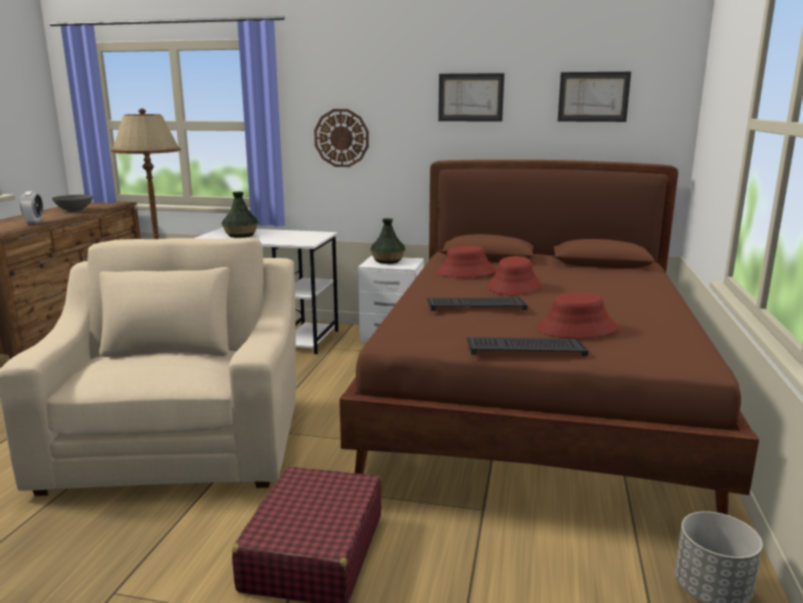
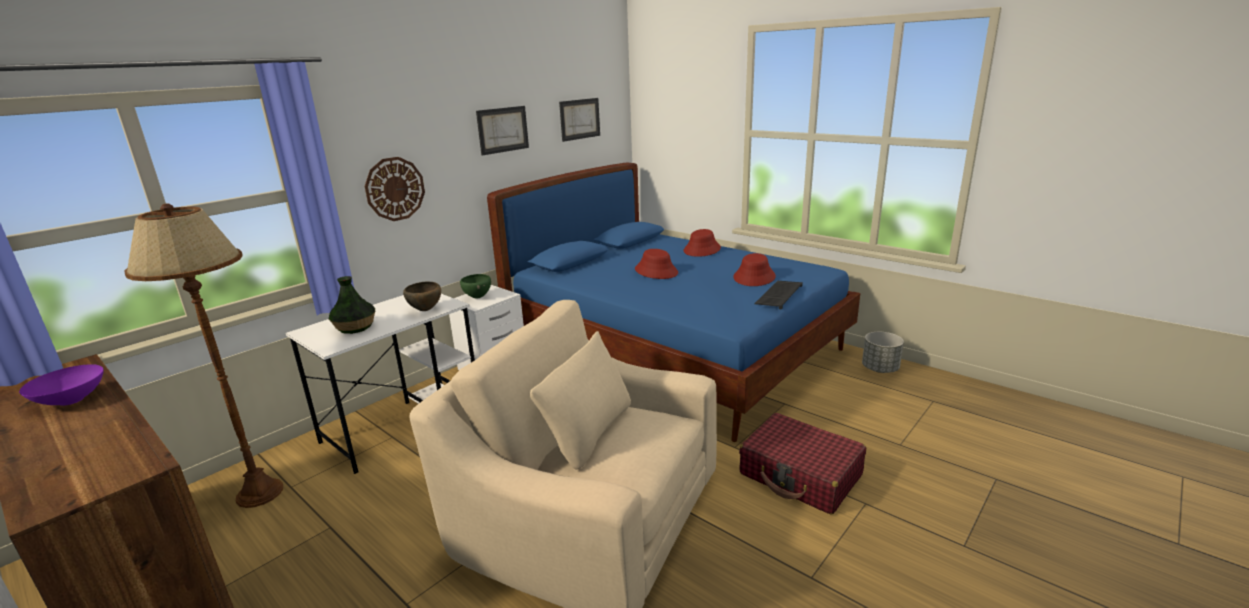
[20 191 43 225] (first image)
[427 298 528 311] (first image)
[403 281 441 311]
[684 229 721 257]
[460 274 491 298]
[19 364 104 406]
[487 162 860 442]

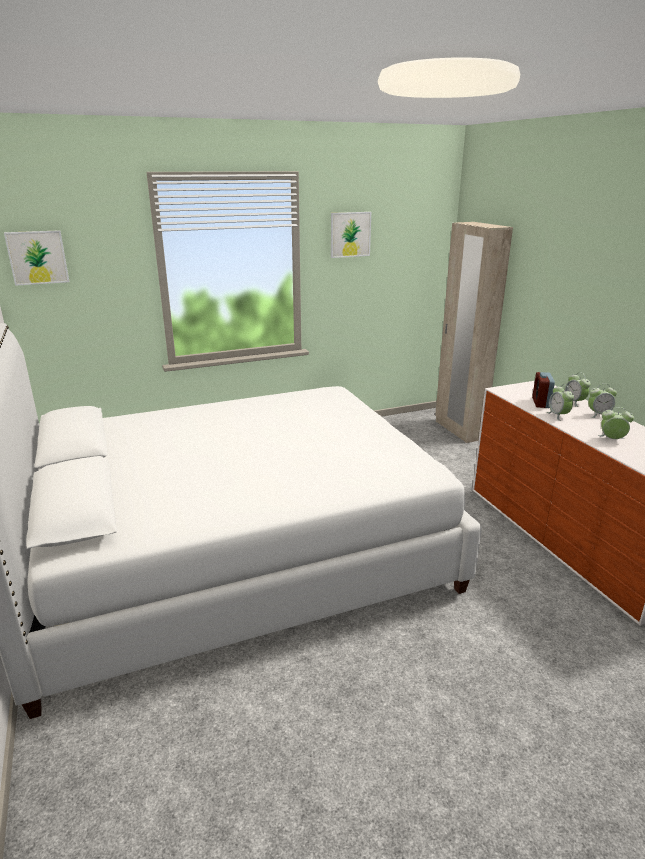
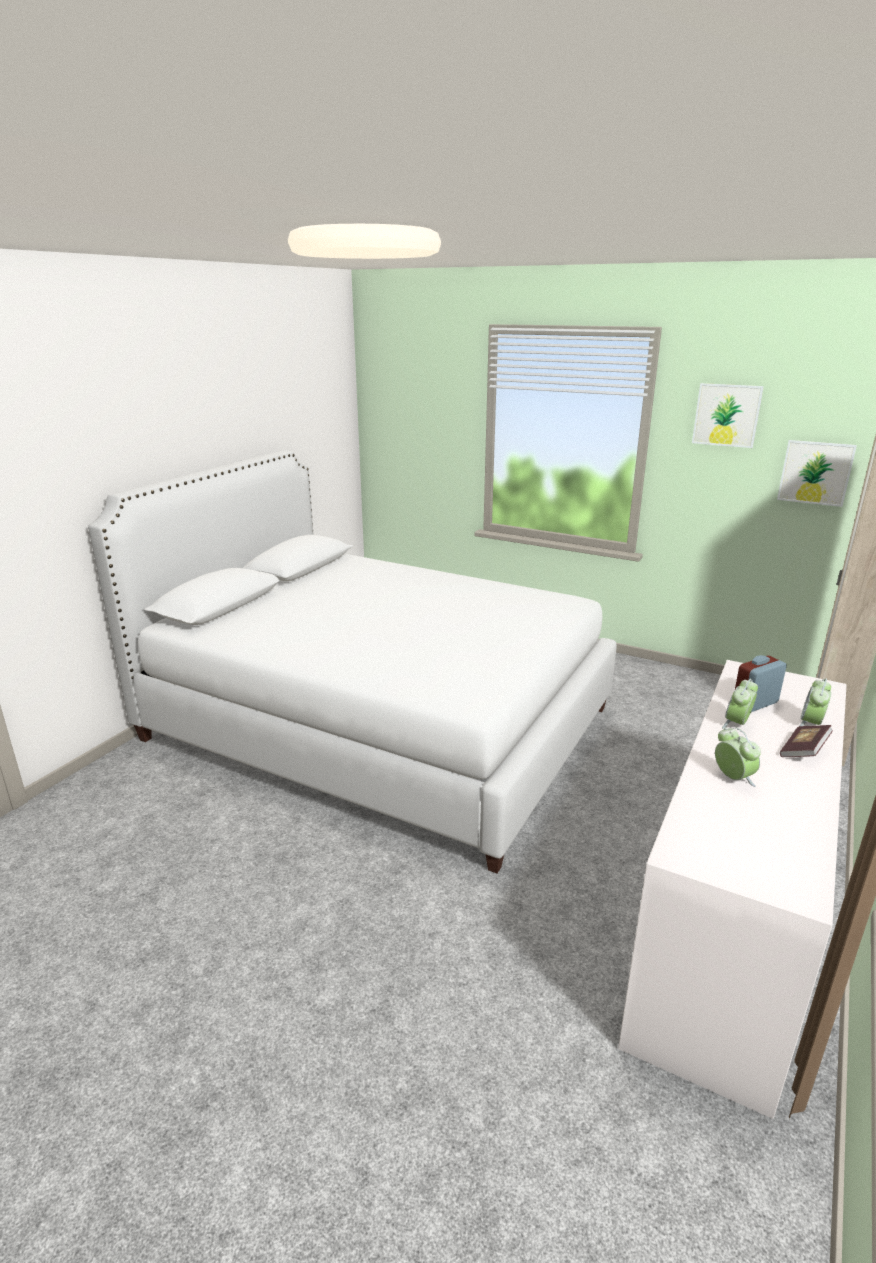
[777 440 857 507]
[780 725 833 757]

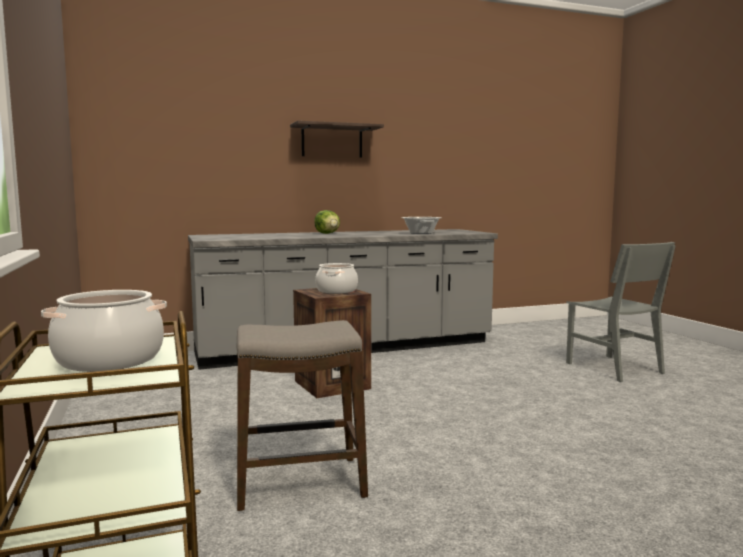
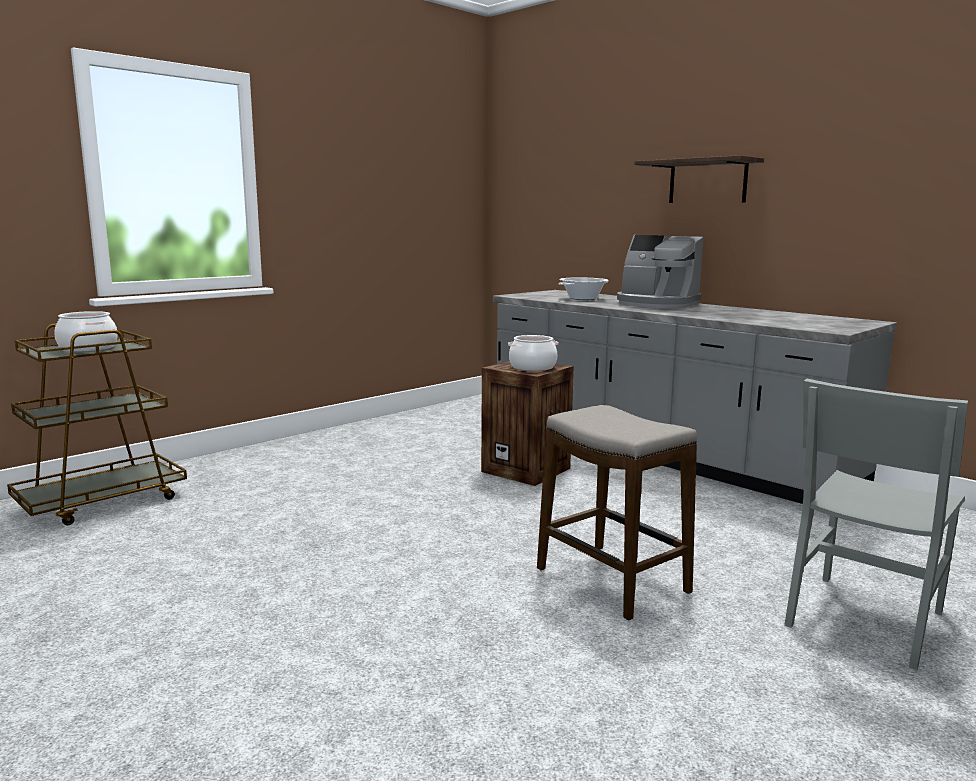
[537 405 697 620]
[558 277 609 300]
[617 235 703 308]

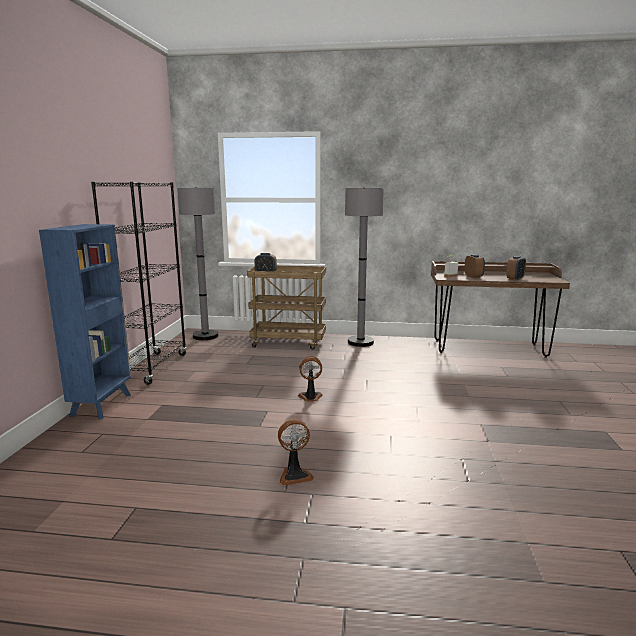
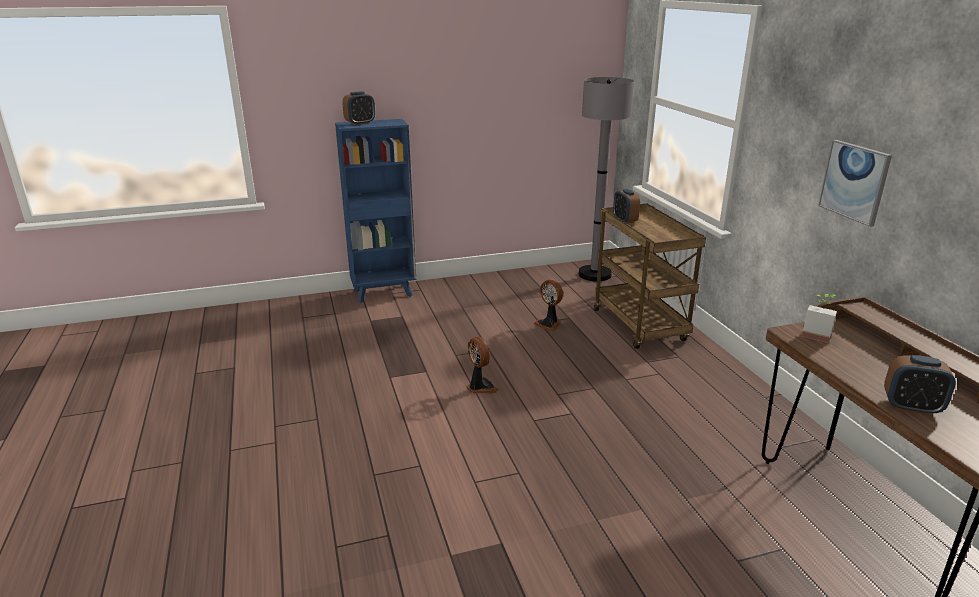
[91 182 187 385] (first image)
[345 187 384 347] (first image)
[818 140 892 227]
[533 280 563 332]
[342 91 375 125]

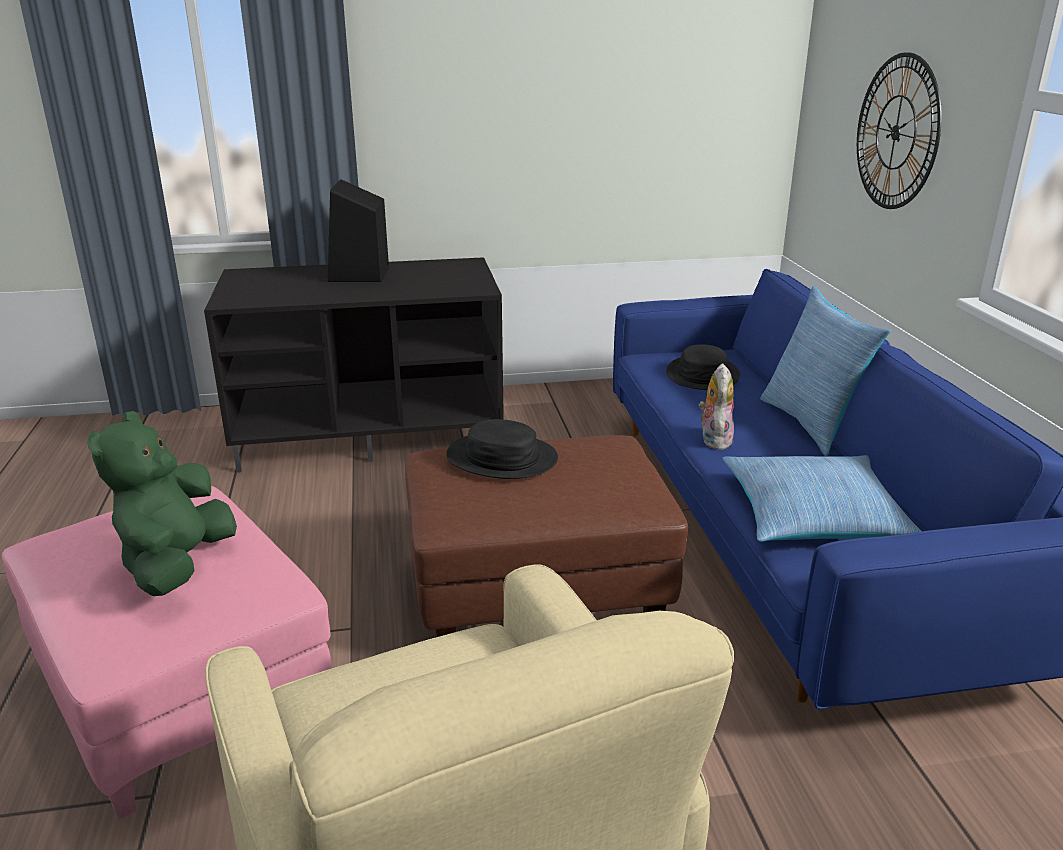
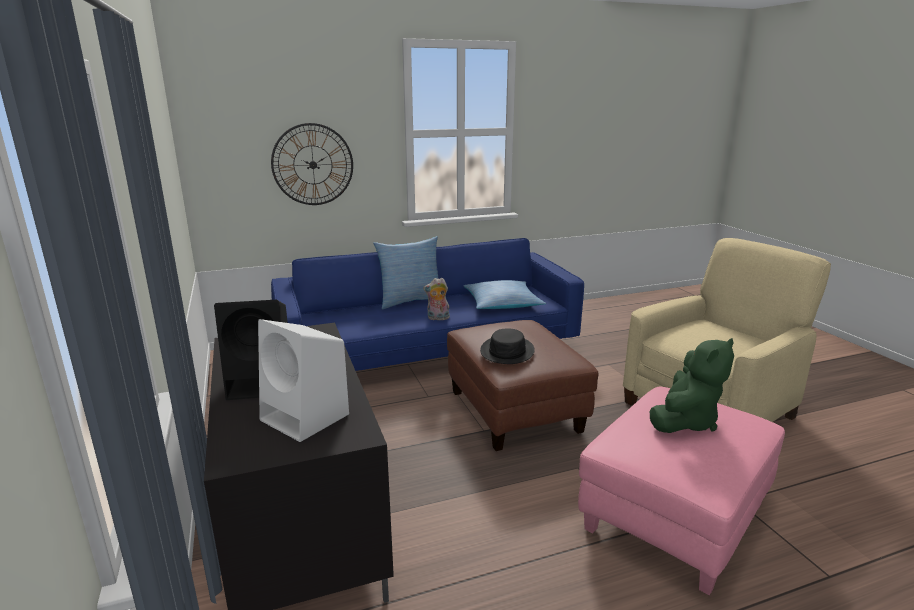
[666 344 740 390] (first image)
[258 319 349 442]
[650 338 734 433]

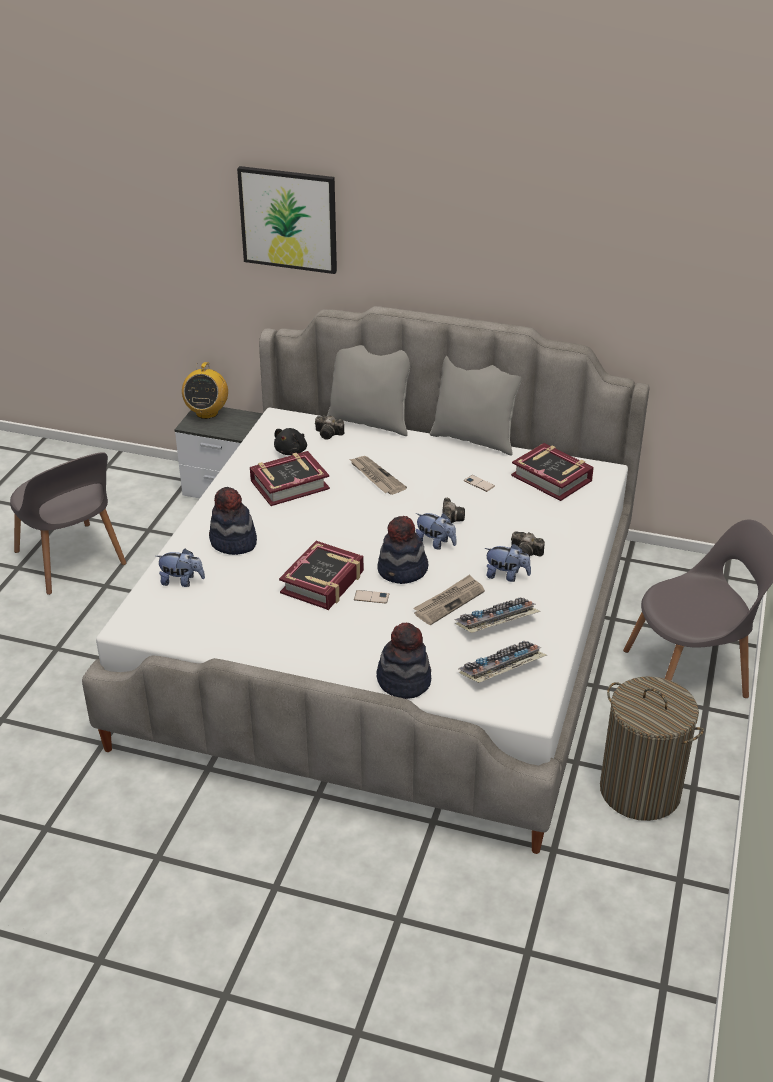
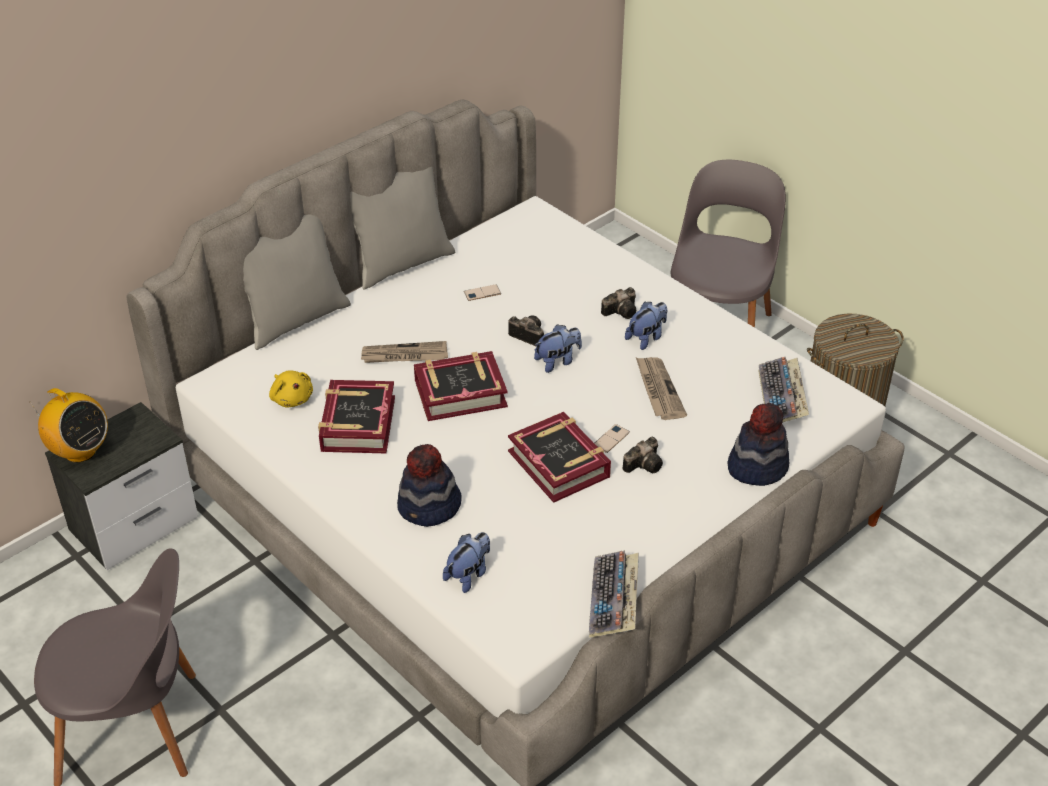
[237 166 337 274] (first image)
[377 516 428 584] (first image)
[623 437 663 473]
[589 550 639 638]
[414 351 508 421]
[269 370 313 408]

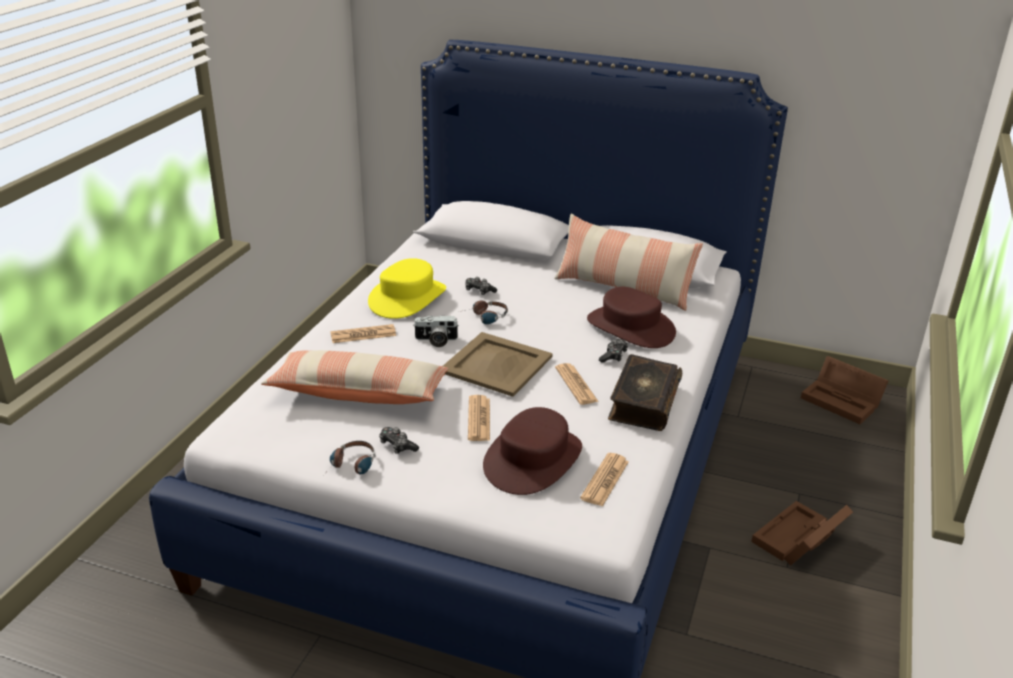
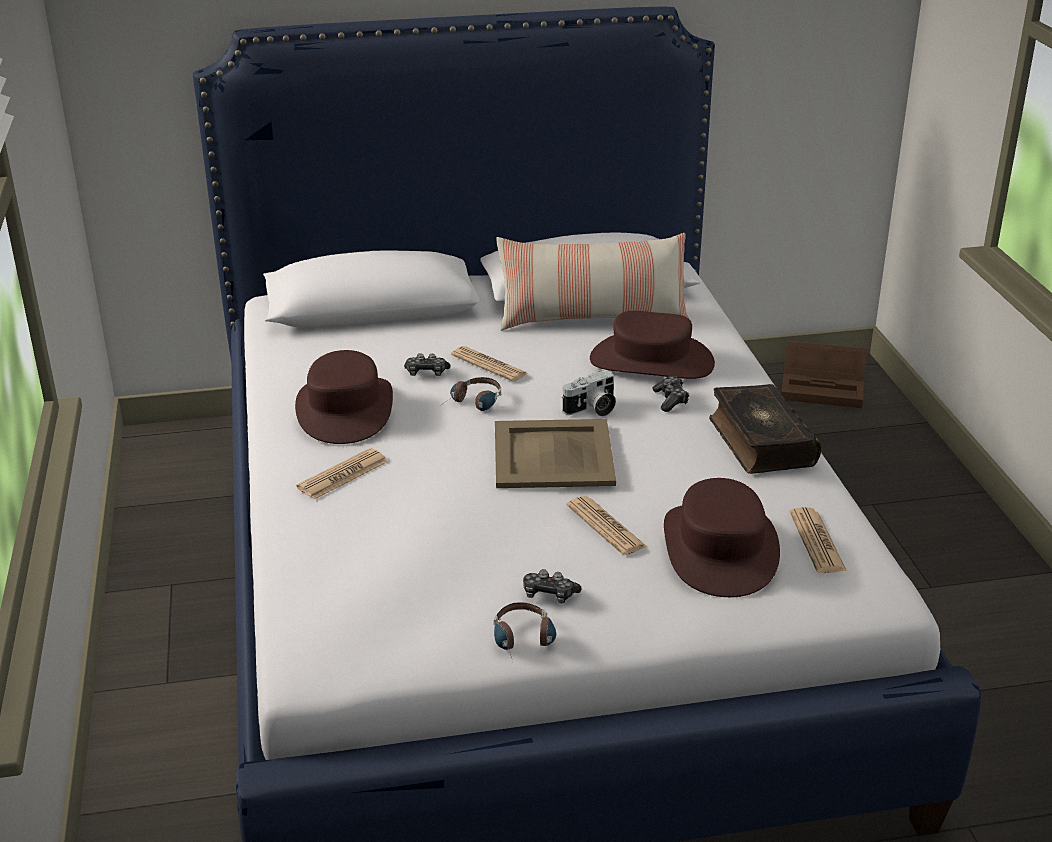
[261 350 449 404] (first image)
[751 501 853 566] (first image)
[562 370 616 416]
[451 346 528 382]
[295 350 393 444]

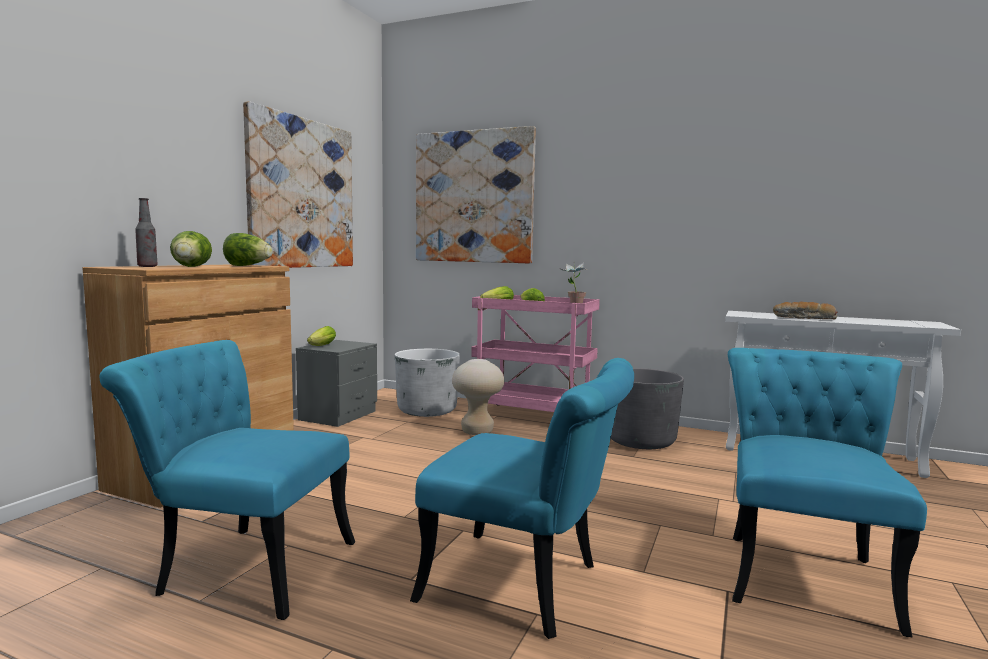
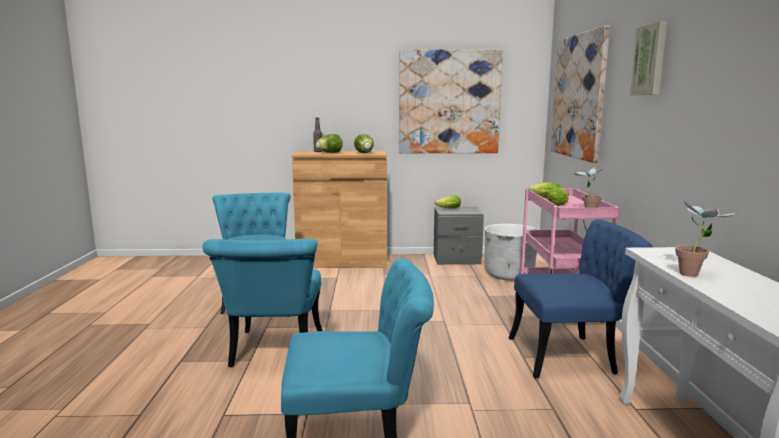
[452 359 504 435] (first image)
[630 21 667 95]
[508 219 653 378]
[675 200 735 277]

